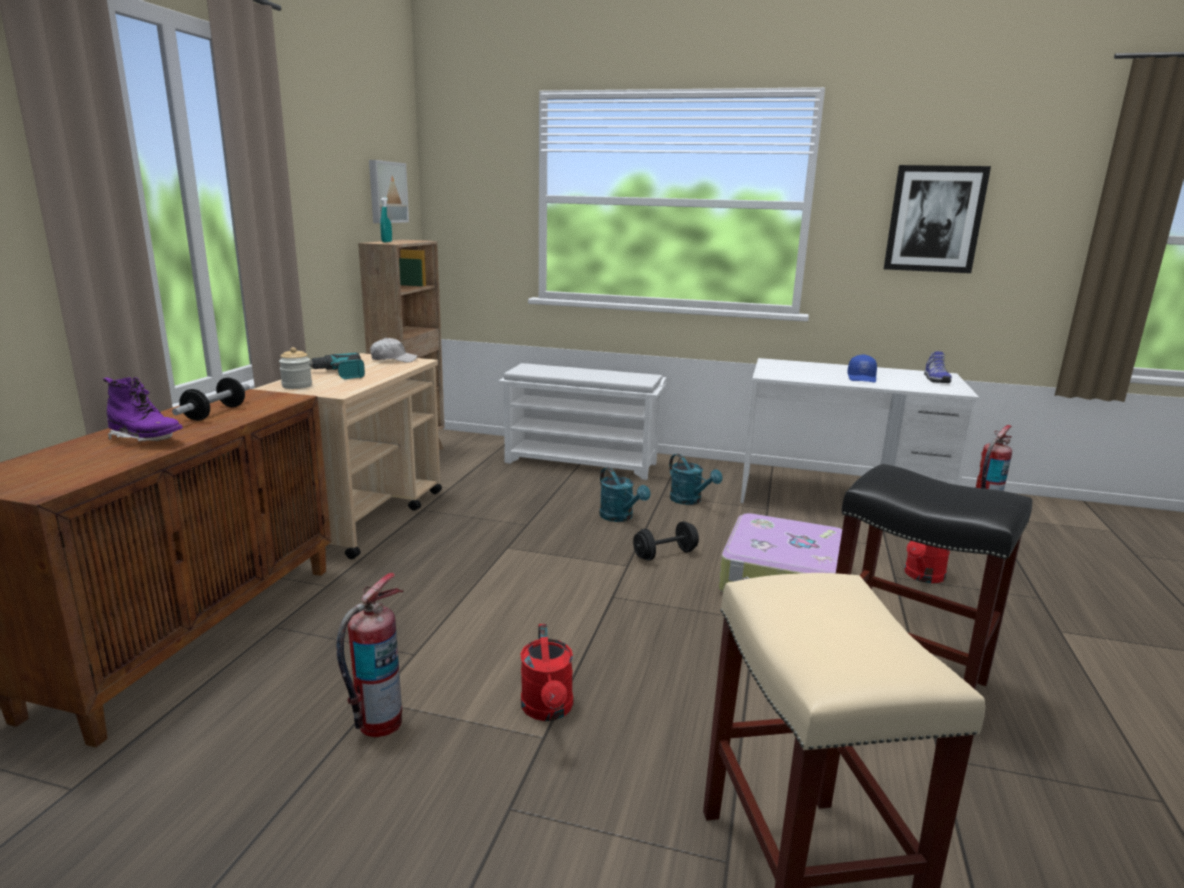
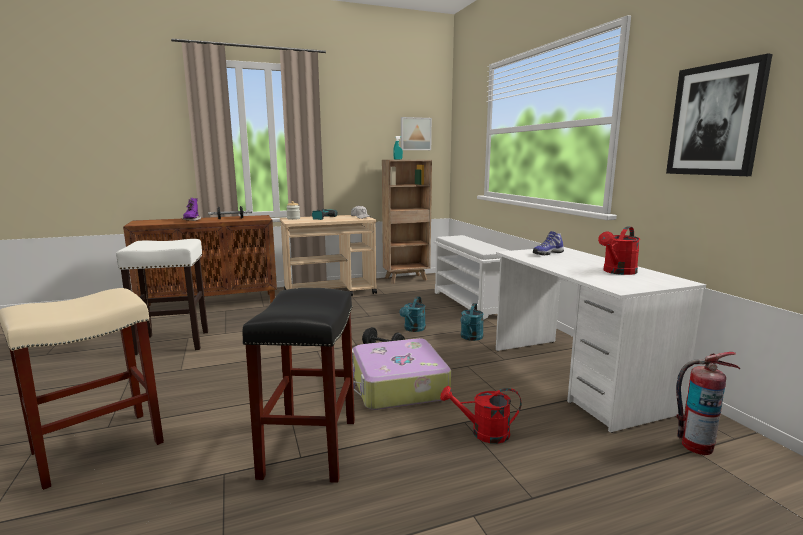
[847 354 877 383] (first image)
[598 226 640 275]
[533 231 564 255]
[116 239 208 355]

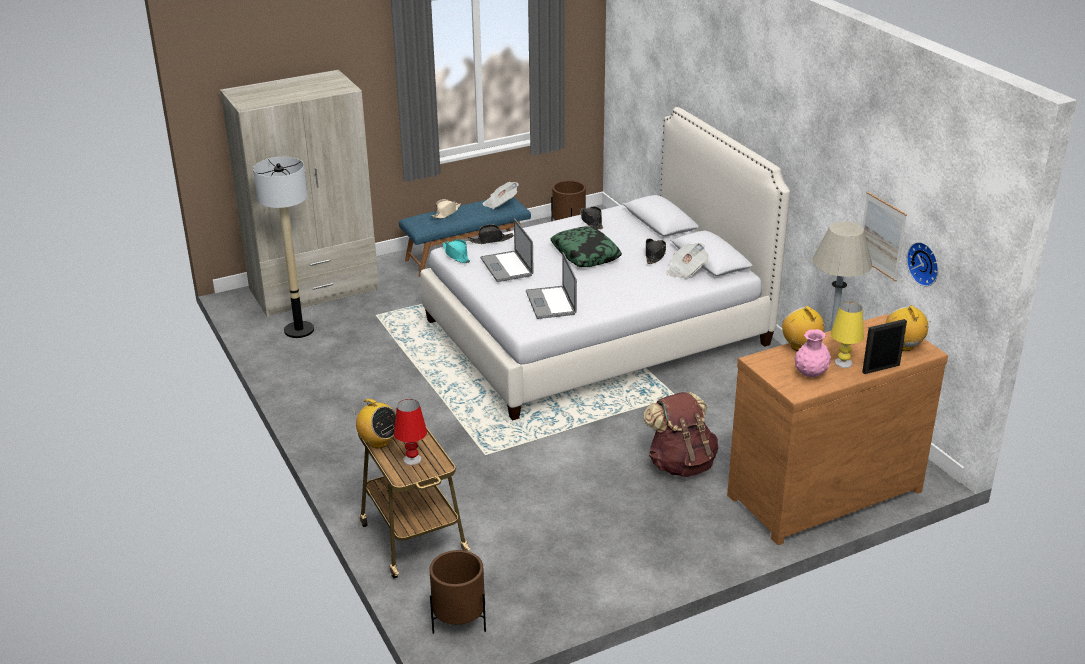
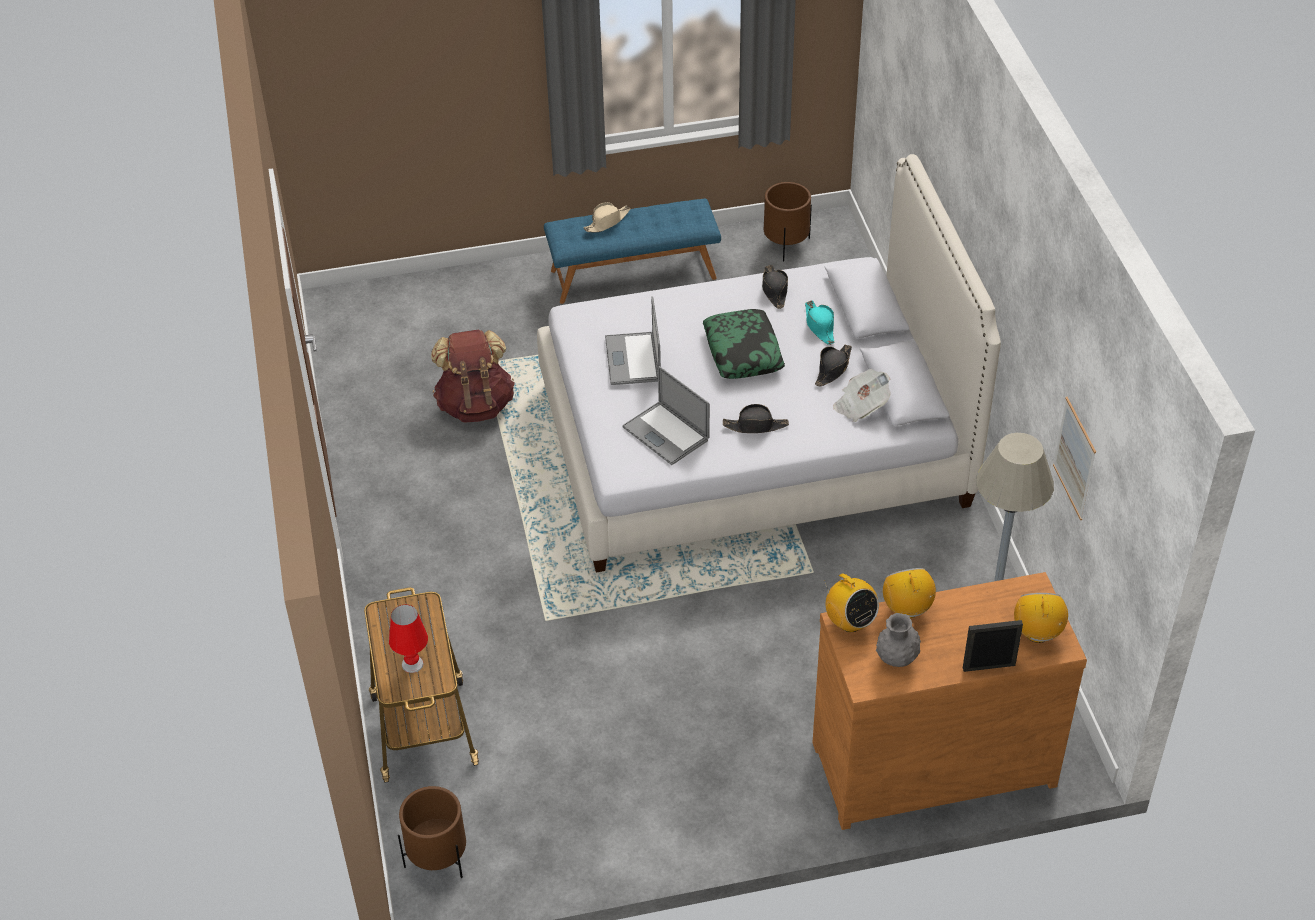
[220 70 379 317] (first image)
[253 157 314 338] (first image)
[482 182 519 209] (first image)
[831 302 864 368] (first image)
[906 242 939 287] (first image)
[824 573 879 632]
[805 300 834 345]
[723 404 789 433]
[431 330 515 423]
[876 613 921 667]
[622 366 710 465]

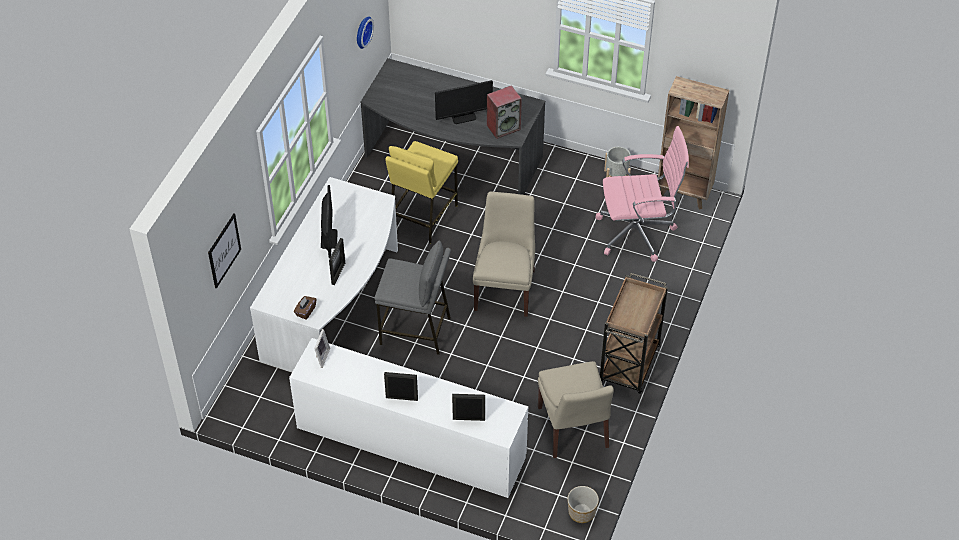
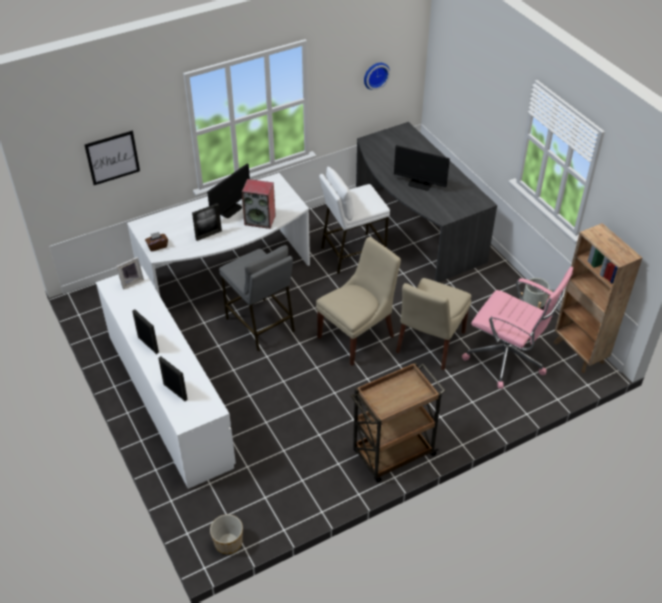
[242 179 276 229]
[396 278 471 370]
[319 167 390 274]

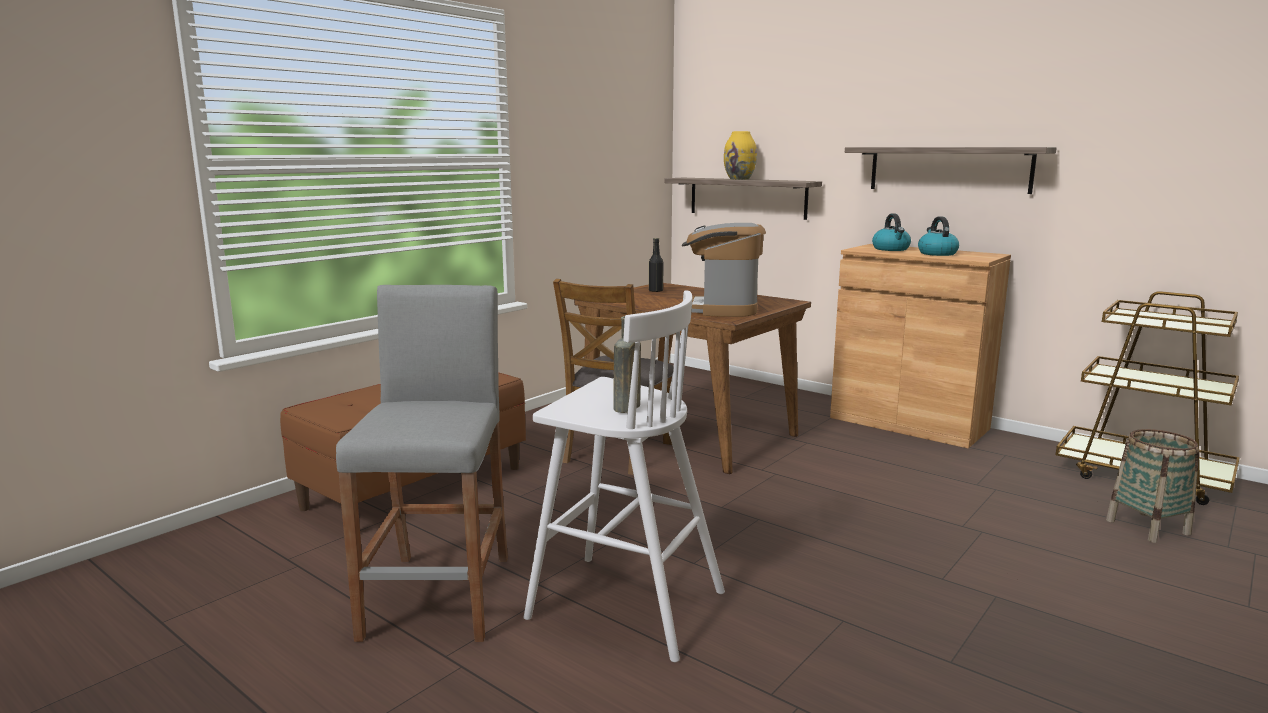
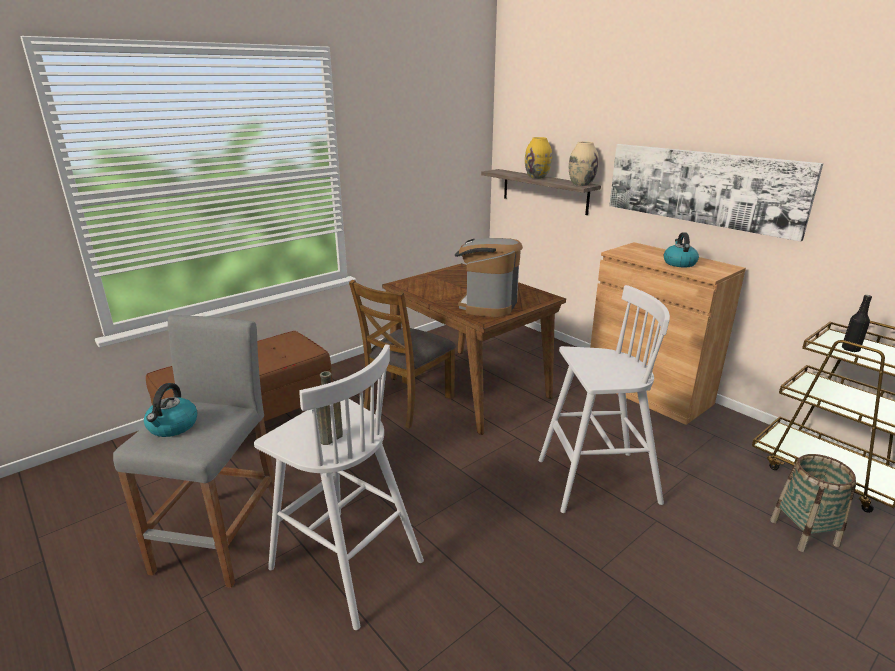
[539 285 670 513]
[569 141 599 186]
[842 295 872 352]
[144 383 198 437]
[609 144 824 242]

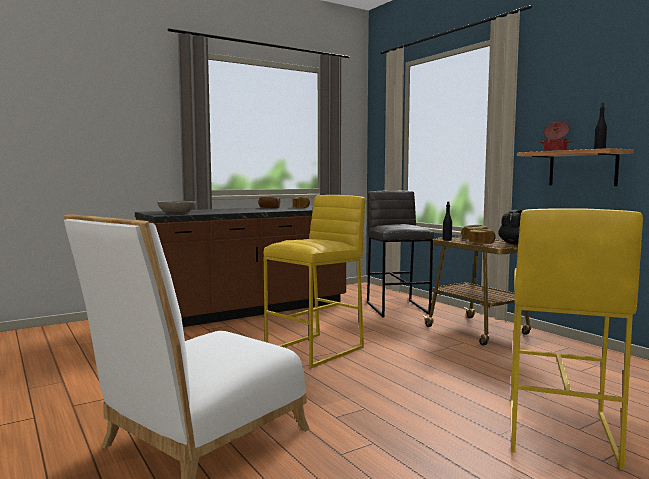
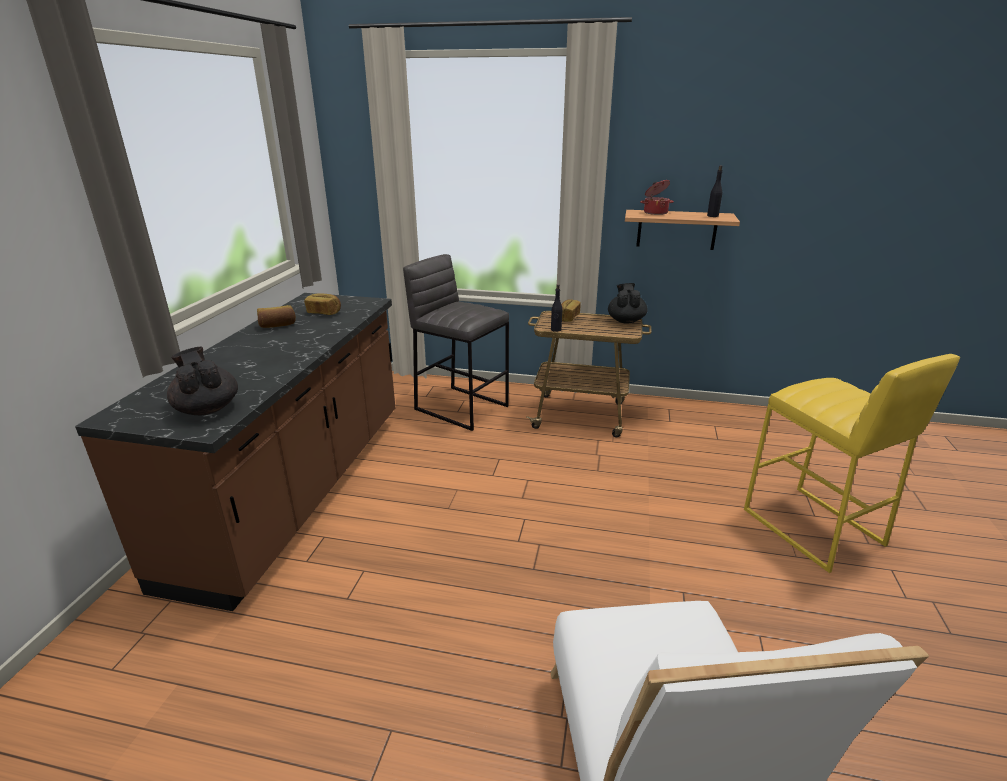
[264 195 365 368] (first image)
[468 229 496 244] (first image)
[167 347 238 415]

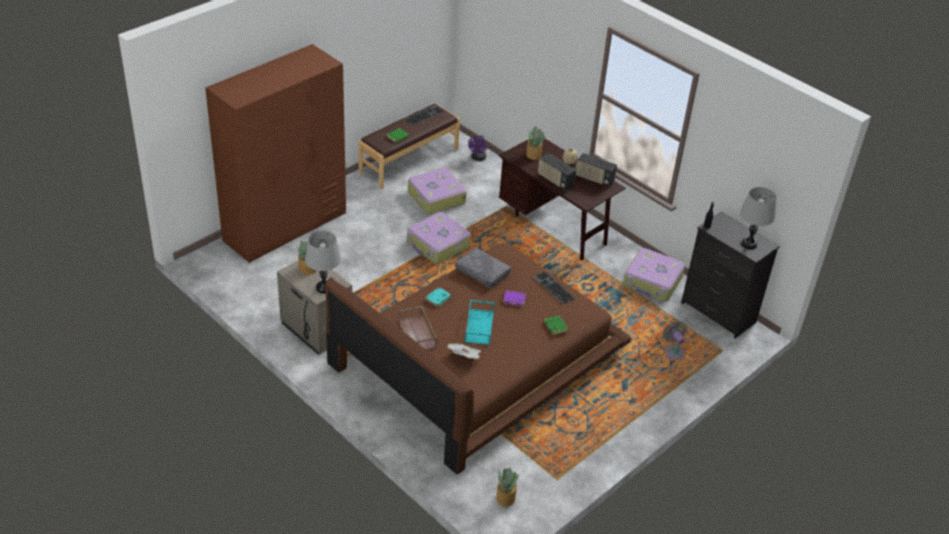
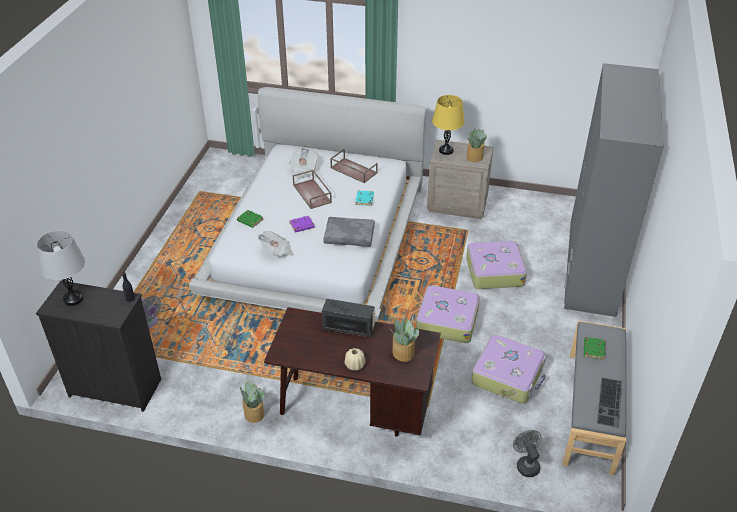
[576 153 617 187] (first image)
[240 381 265 423]
[466 240 527 289]
[258 231 294 256]
[564 63 664 317]
[432 95 465 155]
[189 87 426 322]
[562 321 626 475]
[293 170 332 209]
[513 430 542 477]

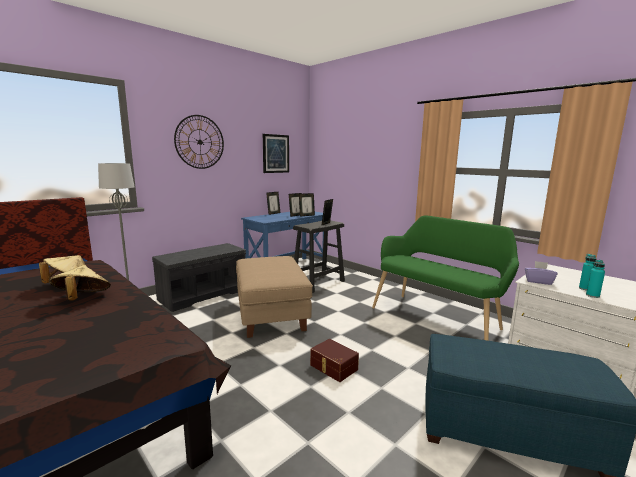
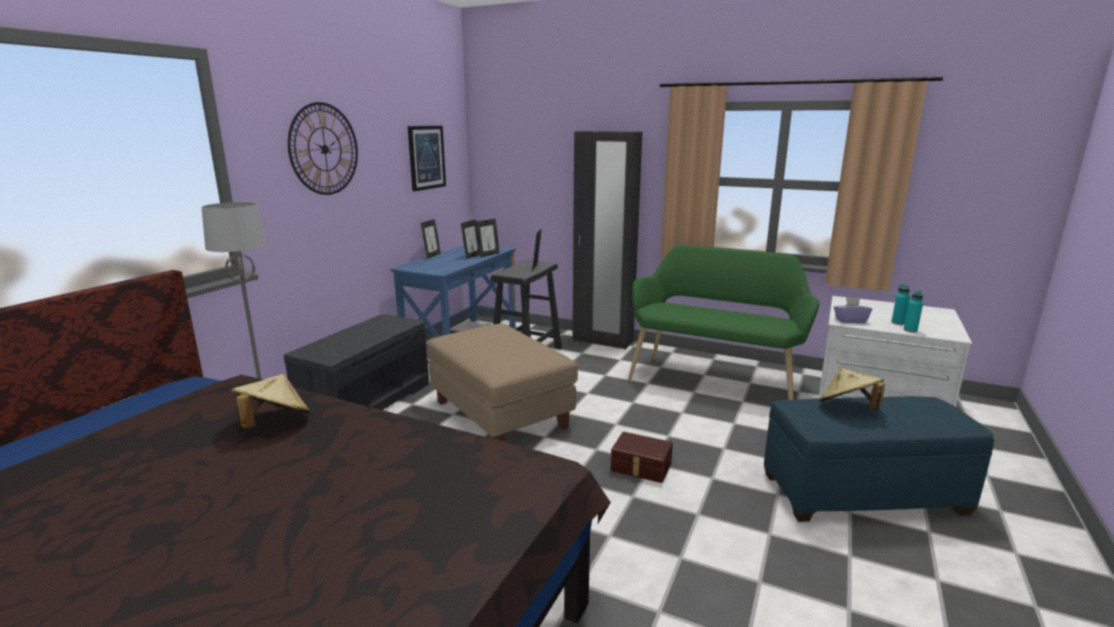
[572 131 642 349]
[820 368 885 410]

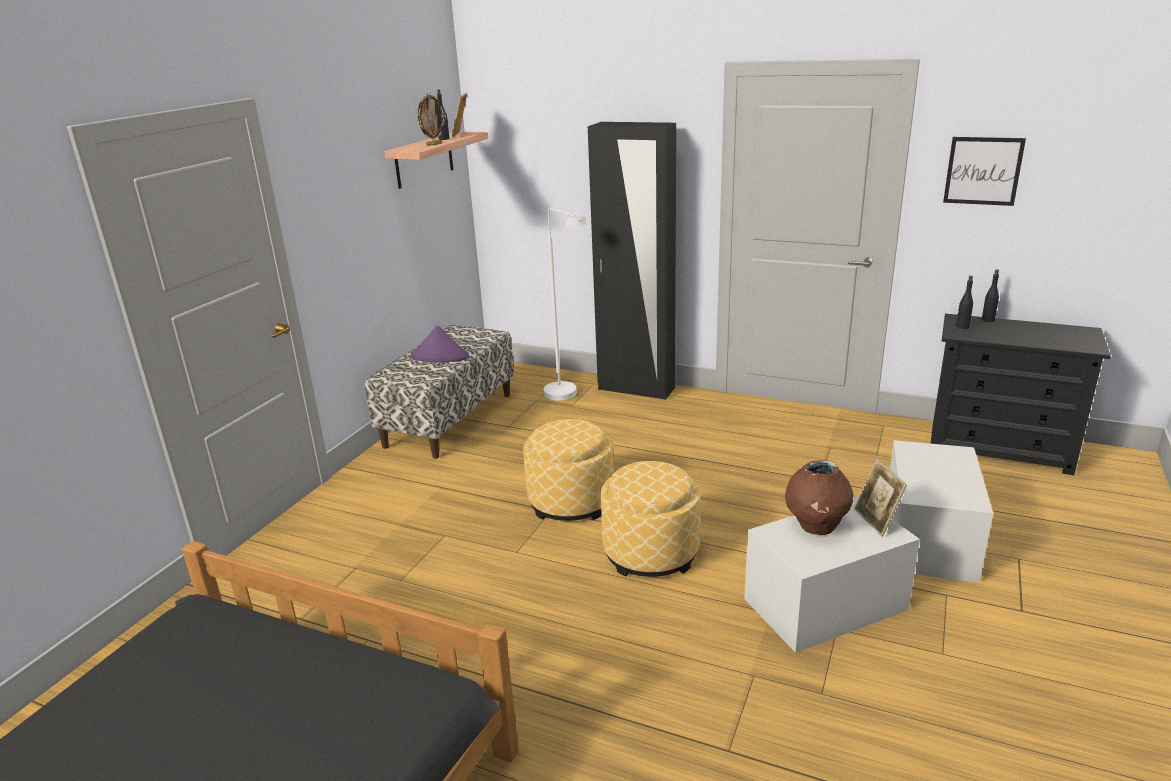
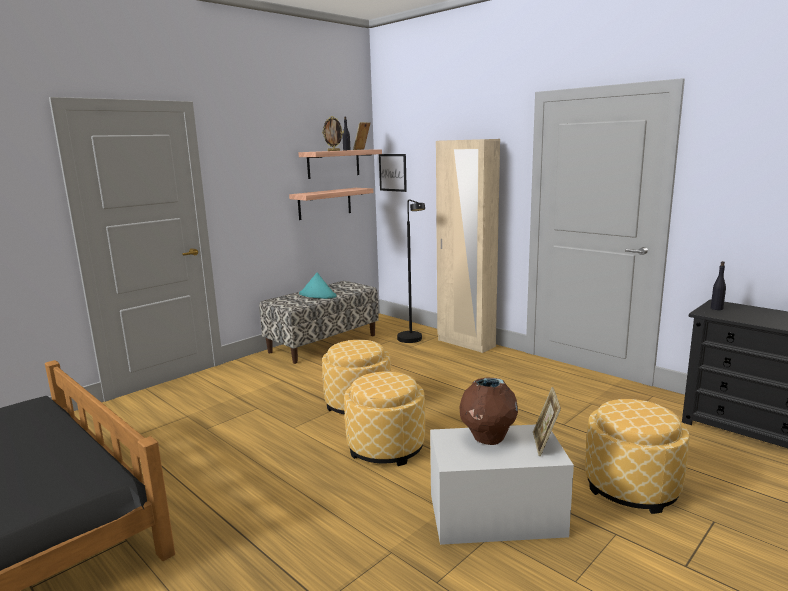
[982 269 999 322] (first image)
[289 188 373 220]
[379 154 407 192]
[585 399 690 514]
[299 273 337 299]
[397 199 425 343]
[436 139 500 353]

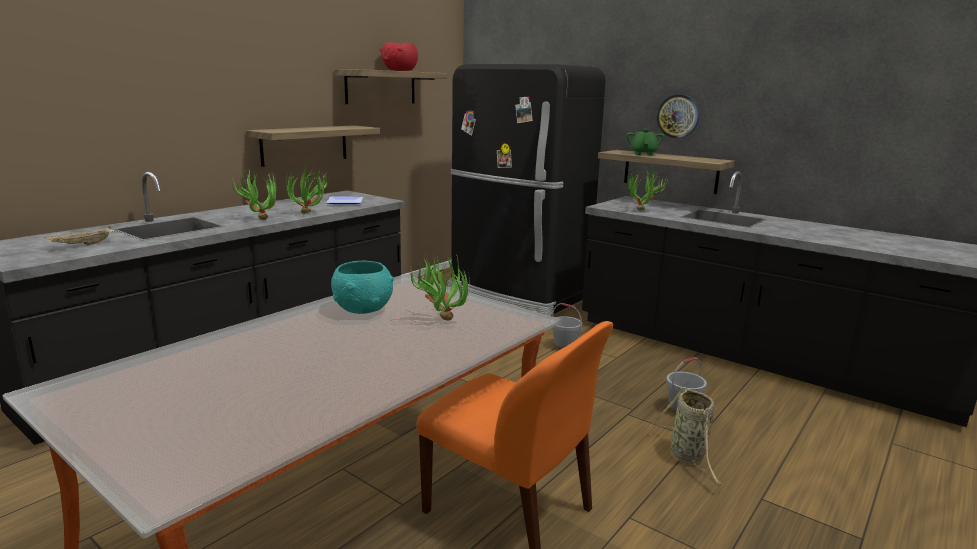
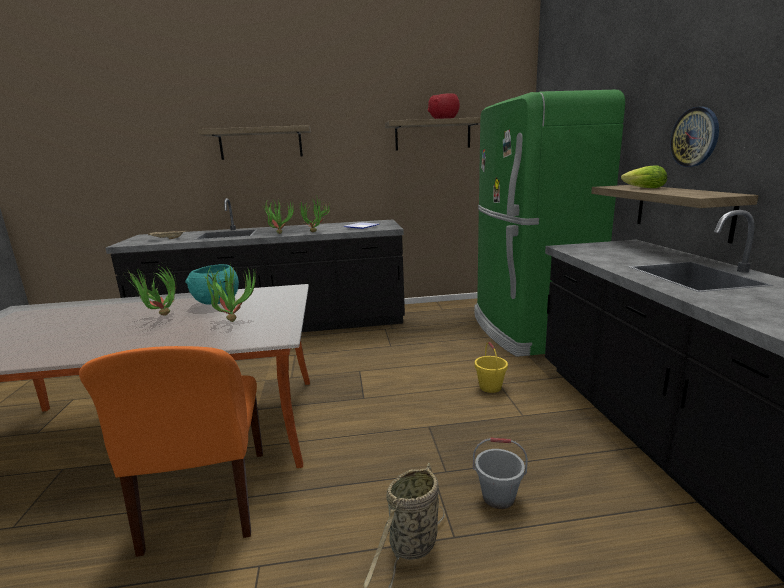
[198 125 311 160]
[124 264 176 316]
[621 166 667 188]
[474 90 625 357]
[474 342 508 393]

